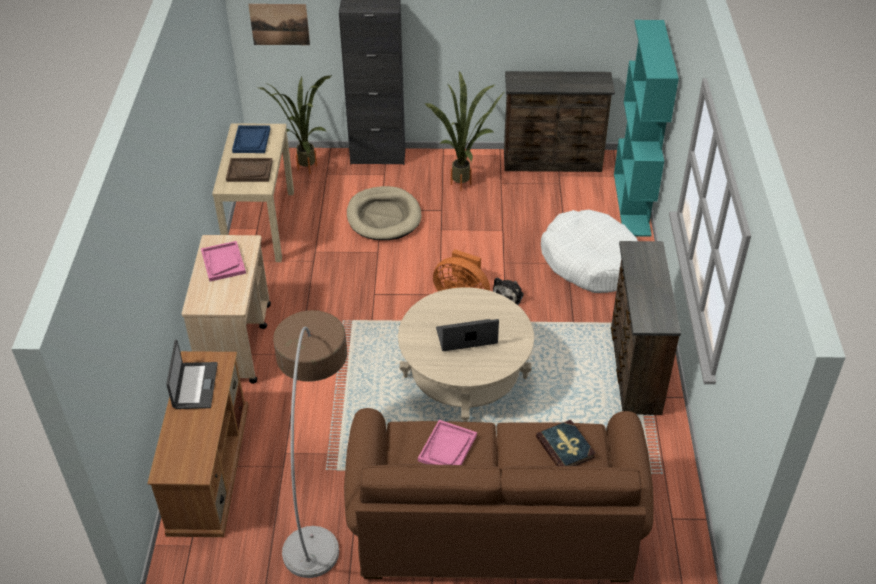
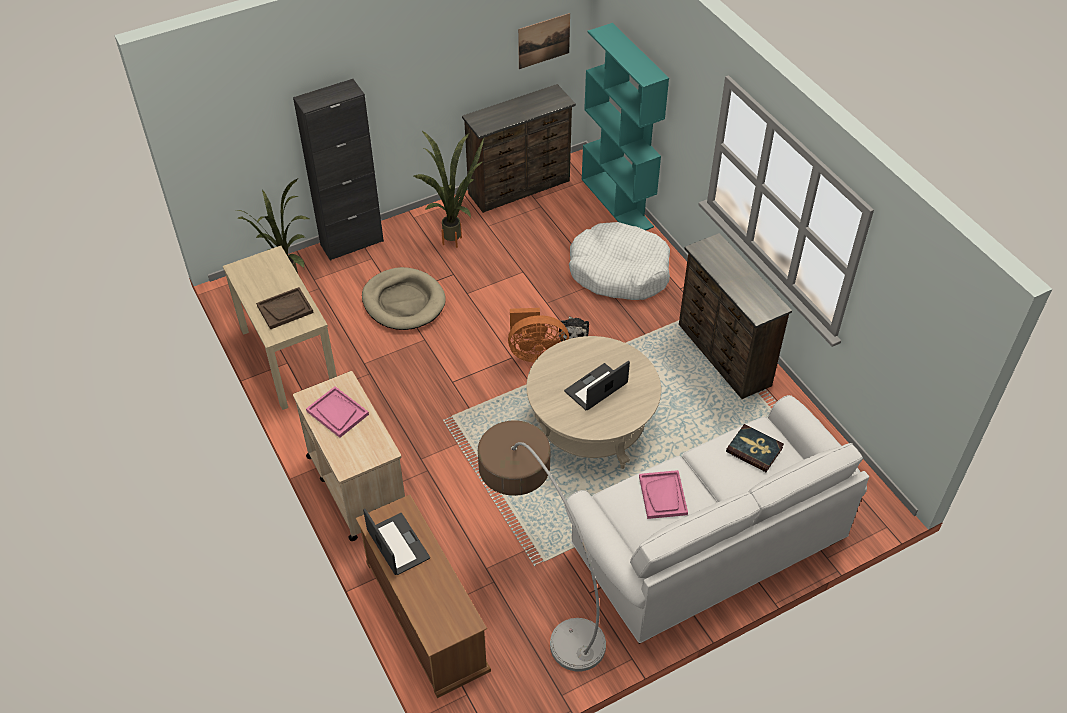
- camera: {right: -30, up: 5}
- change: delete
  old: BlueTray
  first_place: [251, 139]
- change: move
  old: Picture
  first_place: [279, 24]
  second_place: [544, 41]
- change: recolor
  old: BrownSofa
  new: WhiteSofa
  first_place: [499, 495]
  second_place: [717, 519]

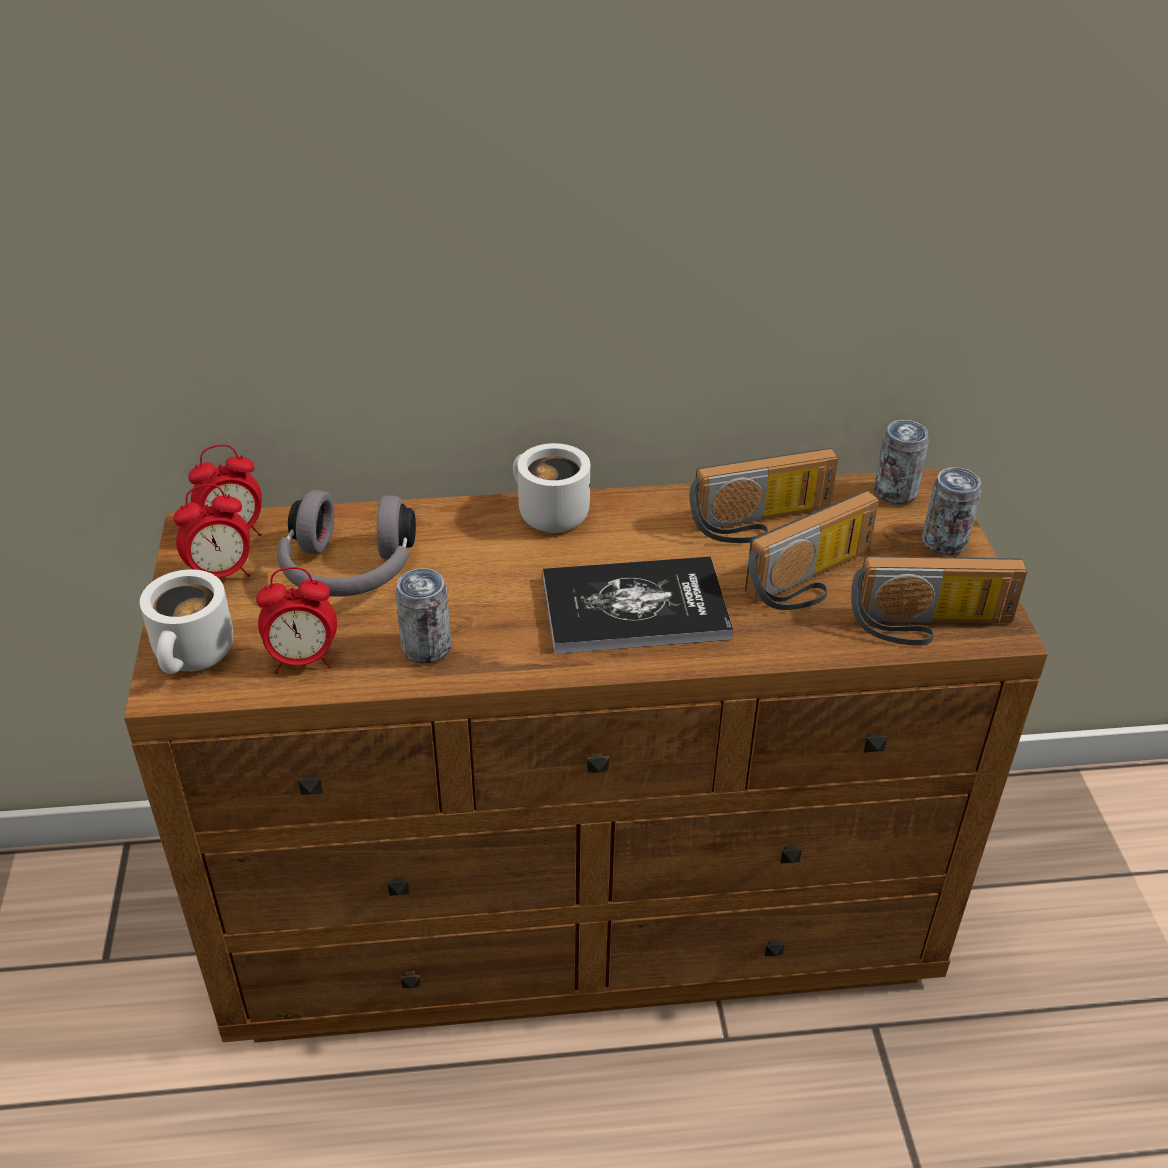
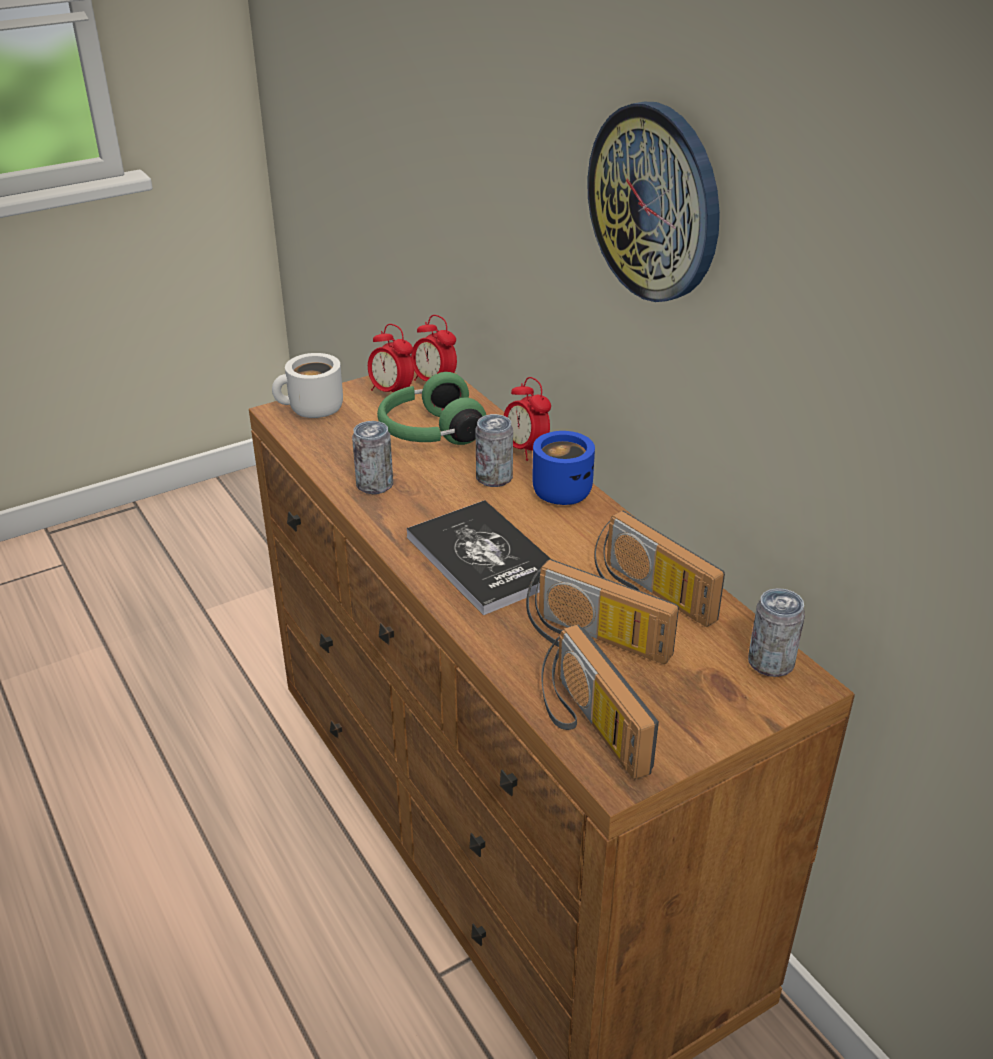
- camera: {right: 65, up: -5}
- change: insert
  new: WallClock
  second_place: [653, 202]
- change: move
  old: AlarmClock
  first_place: [296, 620]
  second_place: [527, 419]
- change: move
  old: Can
  first_place: [951, 512]
  second_place: [494, 450]
- change: recolor
  old: GreyHeadphones
  new: GreenHeadphones
  first_place: [346, 543]
  second_place: [431, 408]
- change: recolor
  old: WhiteMug
  new: BlueMug
  first_place: [551, 488]
  second_place: [563, 468]

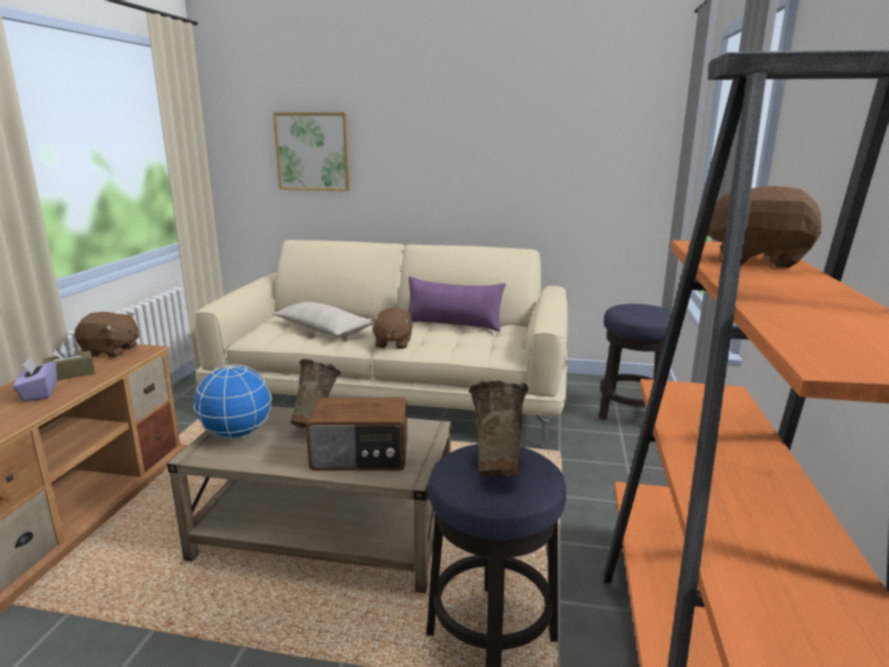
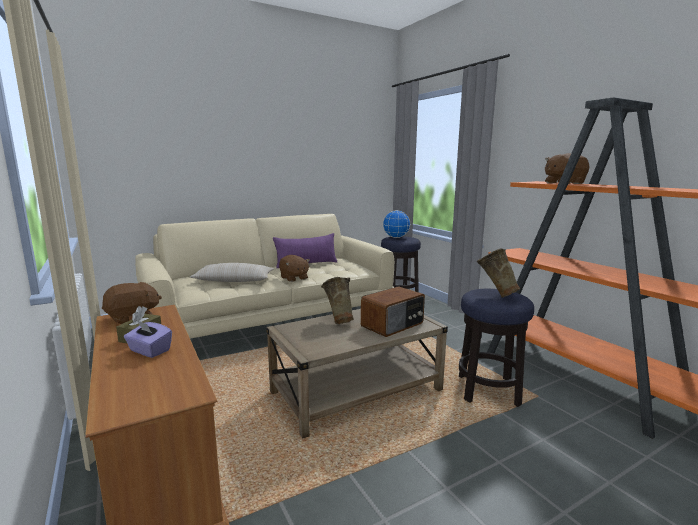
- camera: {right: -40, up: -5}
- change: delete
  old: Picture
  first_place: [312, 151]
- change: move
  old: Globe
  first_place: [233, 402]
  second_place: [397, 224]

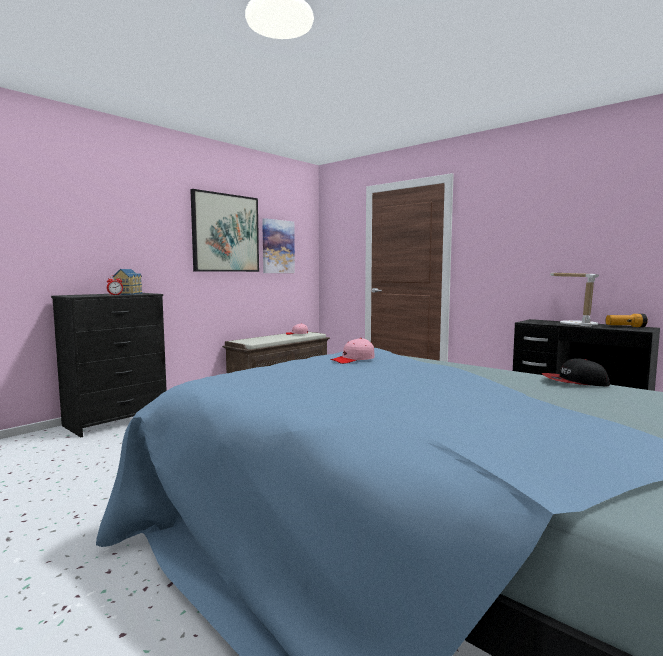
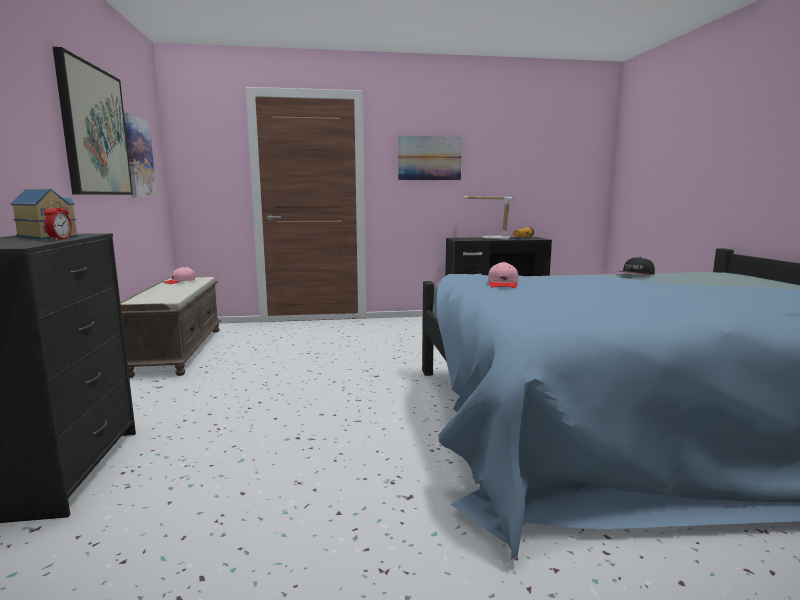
- camera: {right: -50, up: 5}
- change: insert
  new: Picture
  second_place: [430, 158]

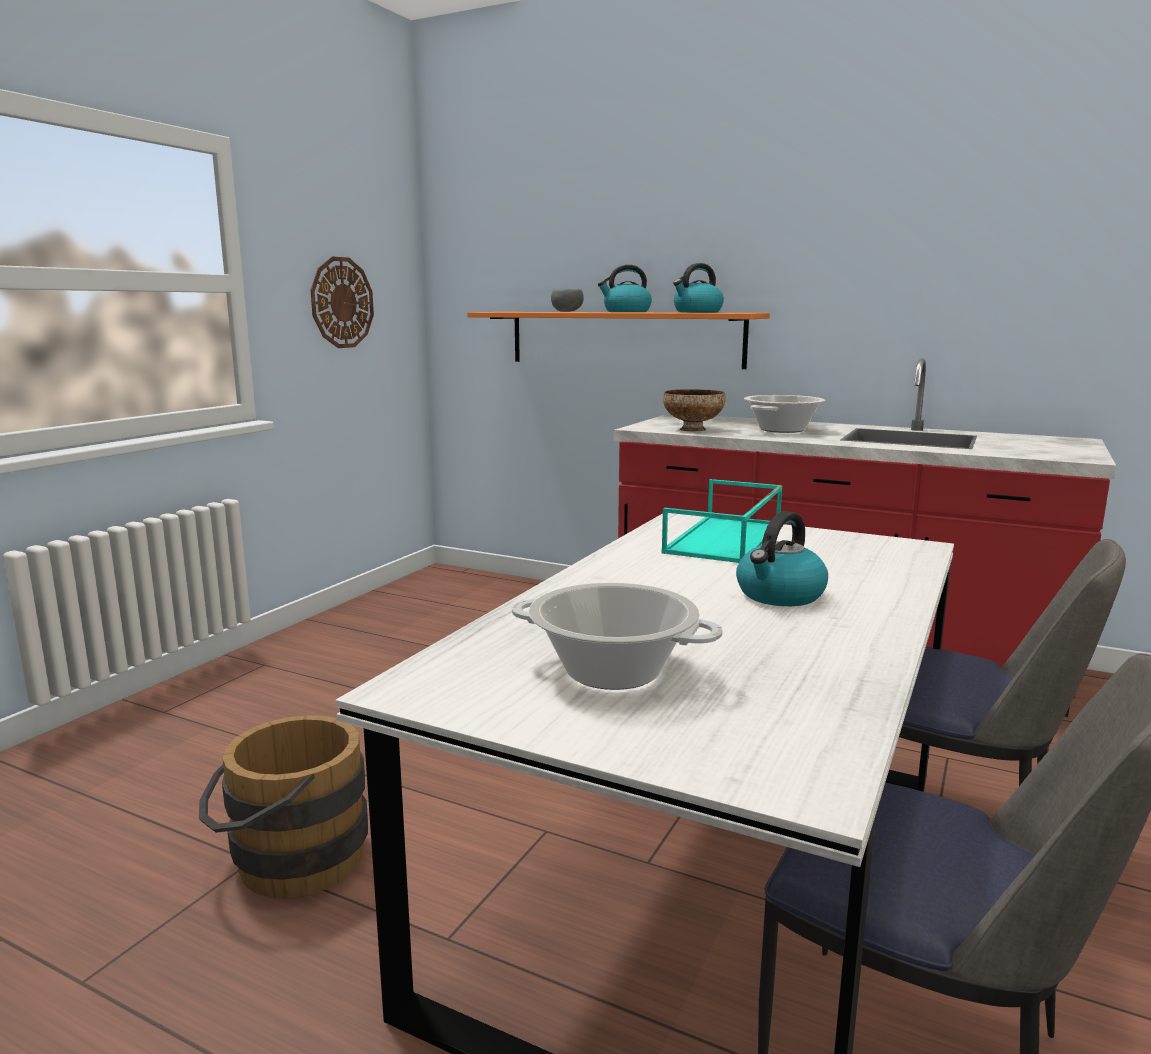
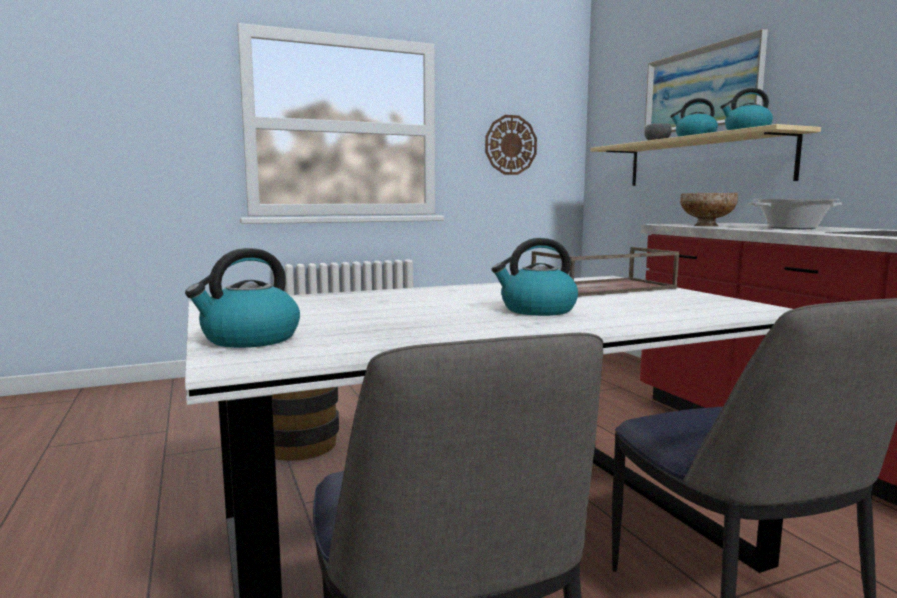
- camera: {right: 40, up: -5}
- change: delete
  old: CookingPot
  first_place: [617, 636]
- change: insert
  new: Kettle
  second_place: [242, 298]
- change: insert
  new: Picture
  second_place: [706, 82]
- change: recolor
  old: OrangeShelf
  new: BeigeShelf
  first_place: [618, 340]
  second_place: [705, 155]
- change: recolor
  old: TurquoiseTray
  new: BrownTray
  first_place: [721, 521]
  second_place: [606, 272]

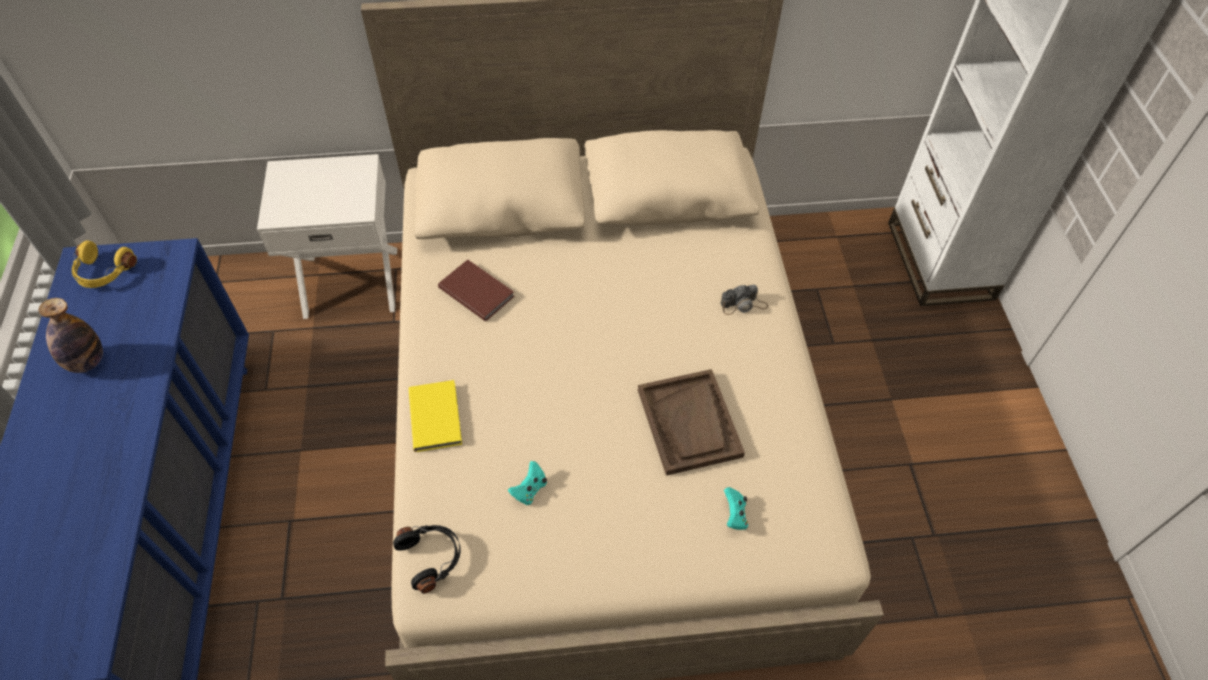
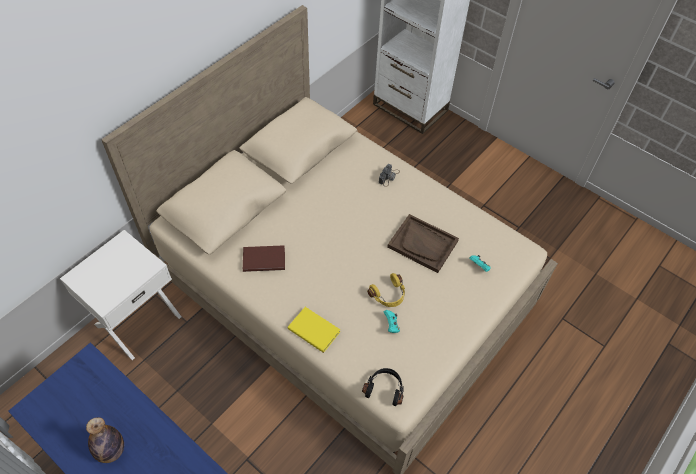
- camera: {right: -45, up: 0}
- change: move
  old: YellowHeadphones
  first_place: [104, 264]
  second_place: [386, 290]

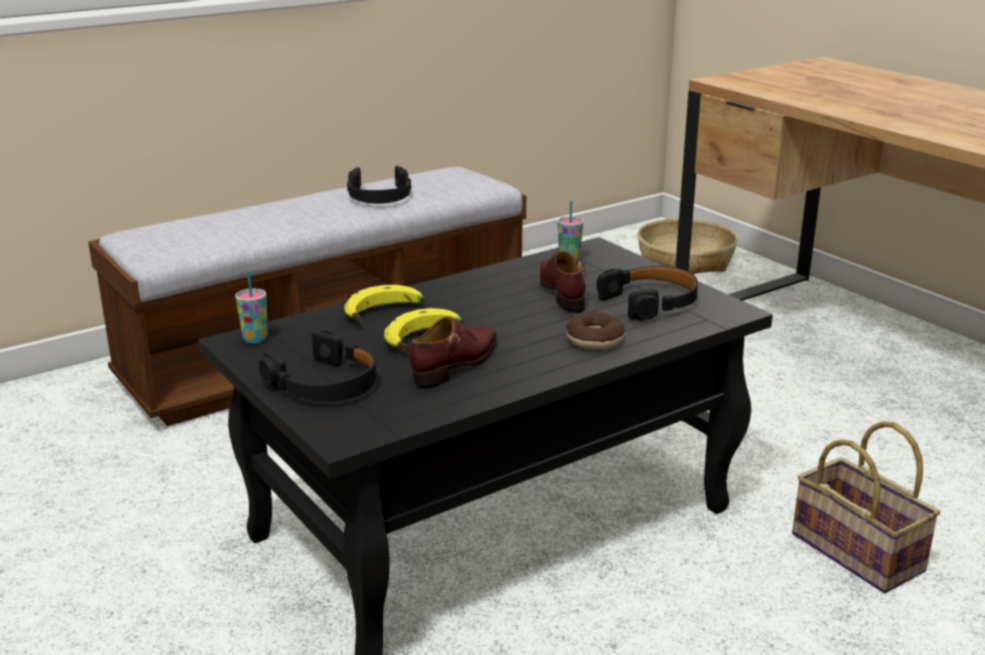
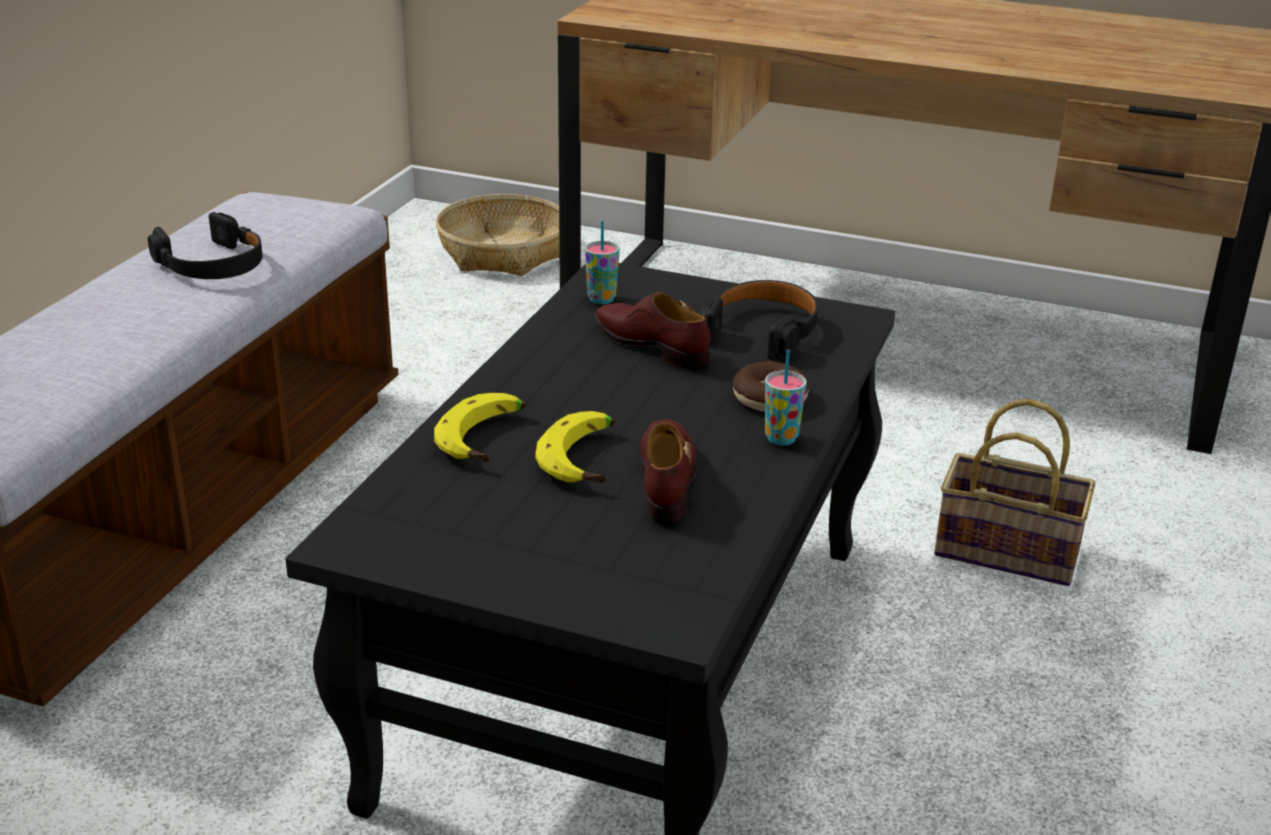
- camera: {right: -35, up: 5}
- change: delete
  old: BlackHeadphones
  first_place: [317, 366]
- change: move
  old: Cup
  first_place: [251, 307]
  second_place: [786, 397]

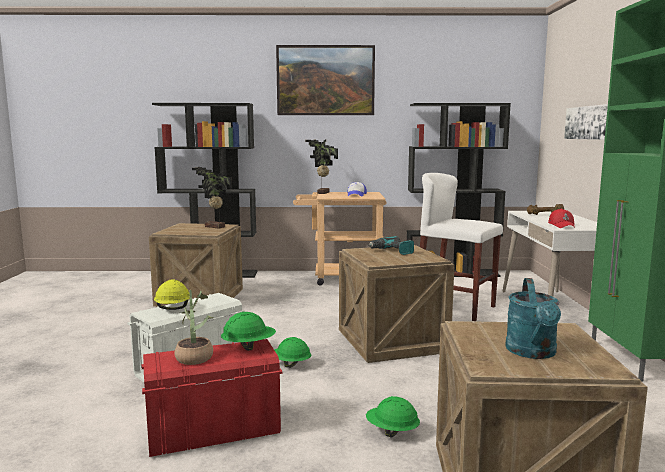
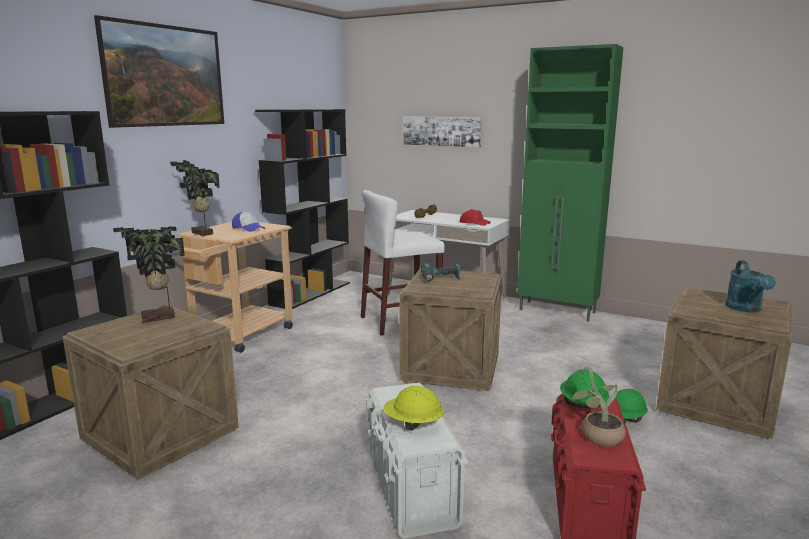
- camera: {right: -60, up: 5}
- change: delete
  old: GreenHardHat
  first_place: [292, 352]
- change: rotate
  old: TurquoiseWateringCan
  first_place: [533, 318]
  second_place: [750, 286]
  degrees: 60

